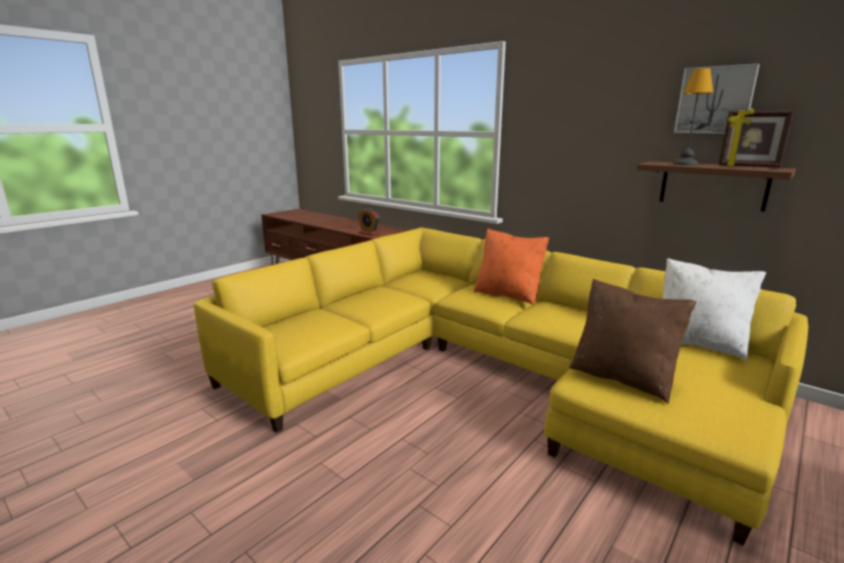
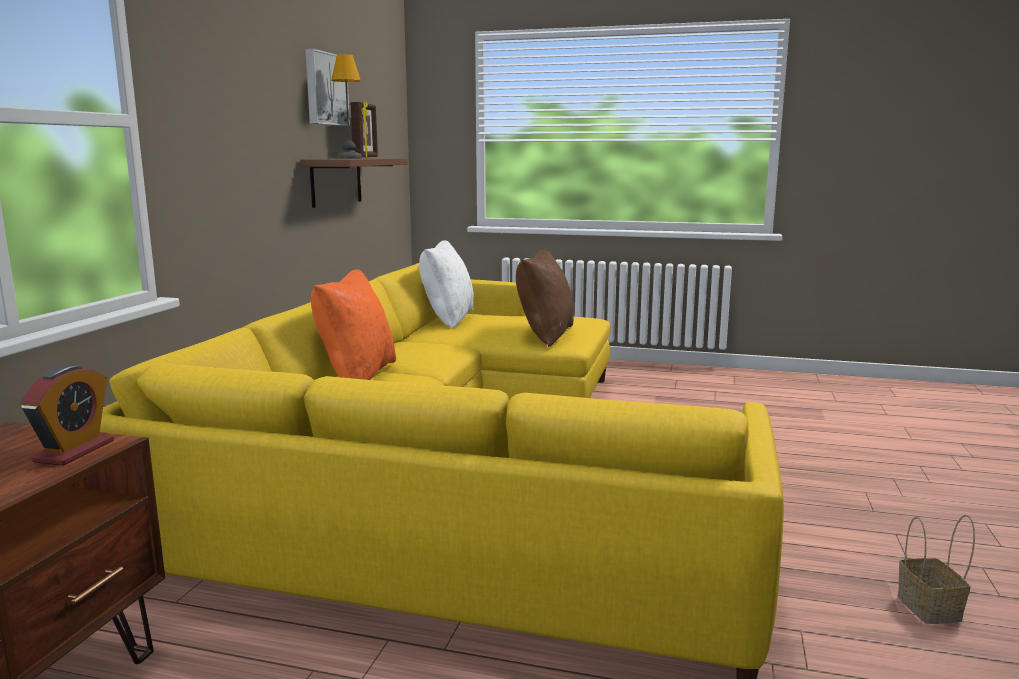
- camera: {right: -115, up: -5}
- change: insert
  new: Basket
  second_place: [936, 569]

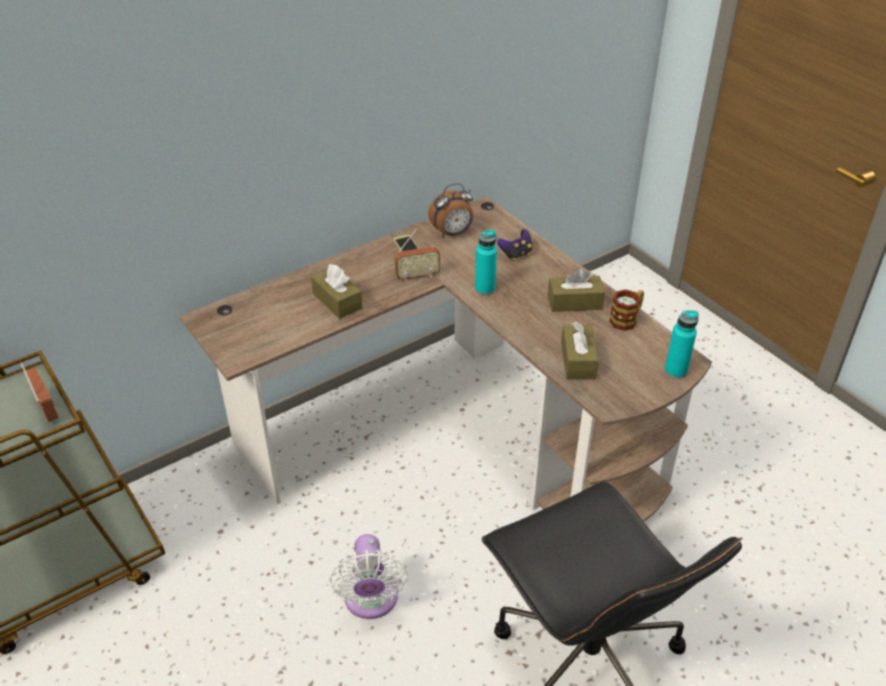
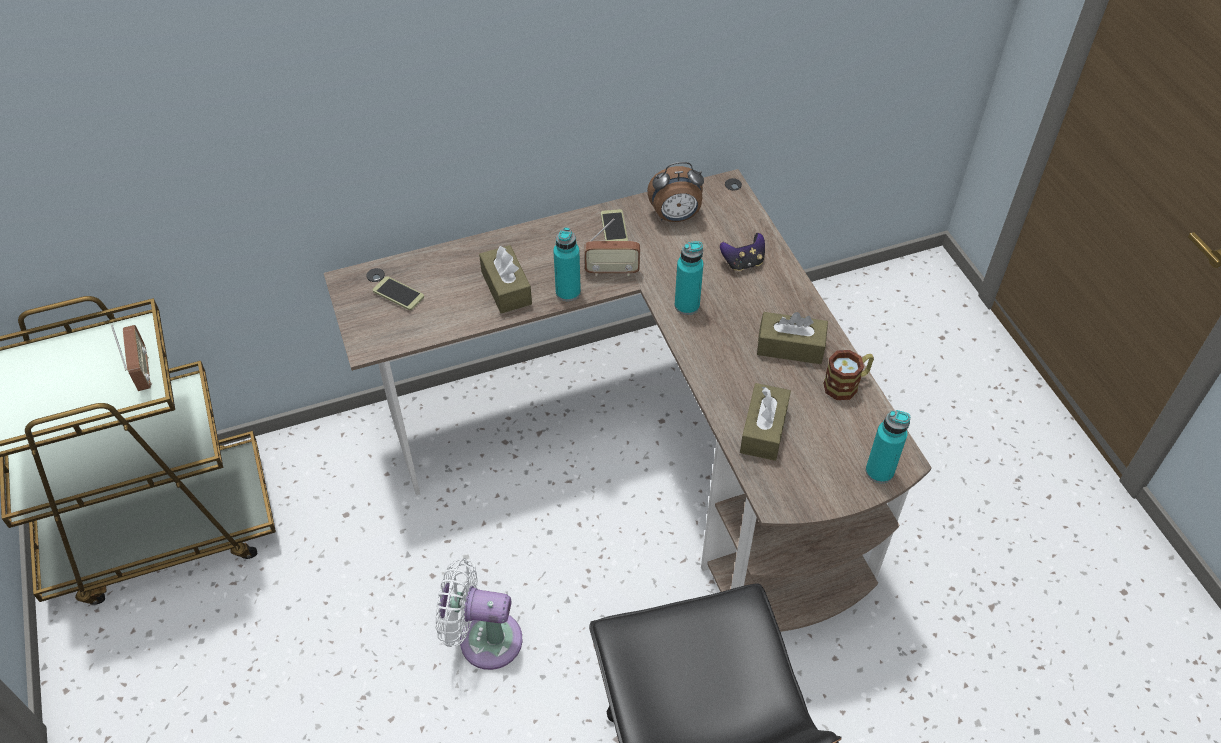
- camera: {right: 15, up: 10}
- change: insert
  new: Phone
  second_place: [398, 293]
- change: insert
  new: TurquoiseBottle
  second_place: [567, 264]
- change: rotate
  old: WhiteFan
  first_place: [368, 576]
  second_place: [479, 614]
  degrees: 90

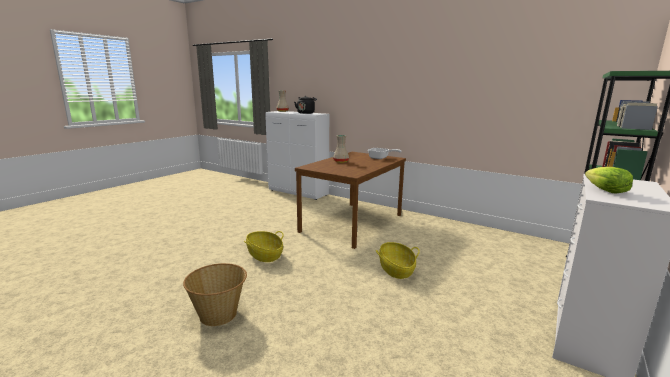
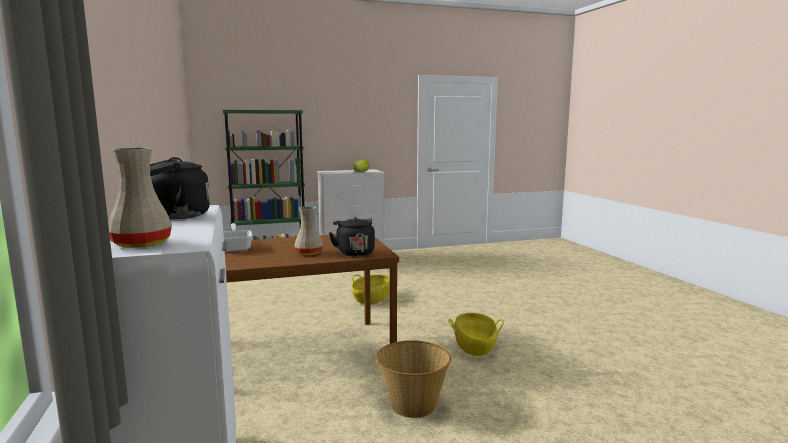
- camera: {right: -140, up: -5}
- change: insert
  new: BlackKettle
  second_place: [352, 237]
- change: move
  old: Basket
  first_place: [215, 294]
  second_place: [413, 379]

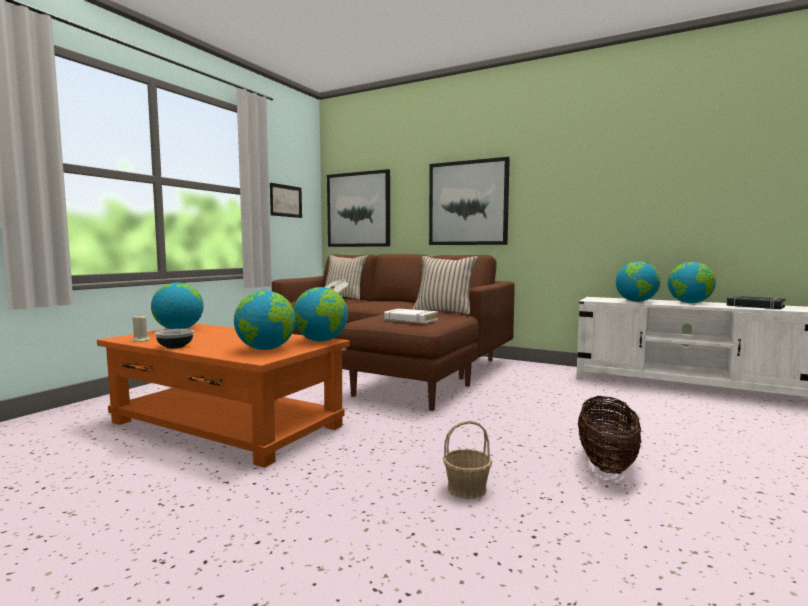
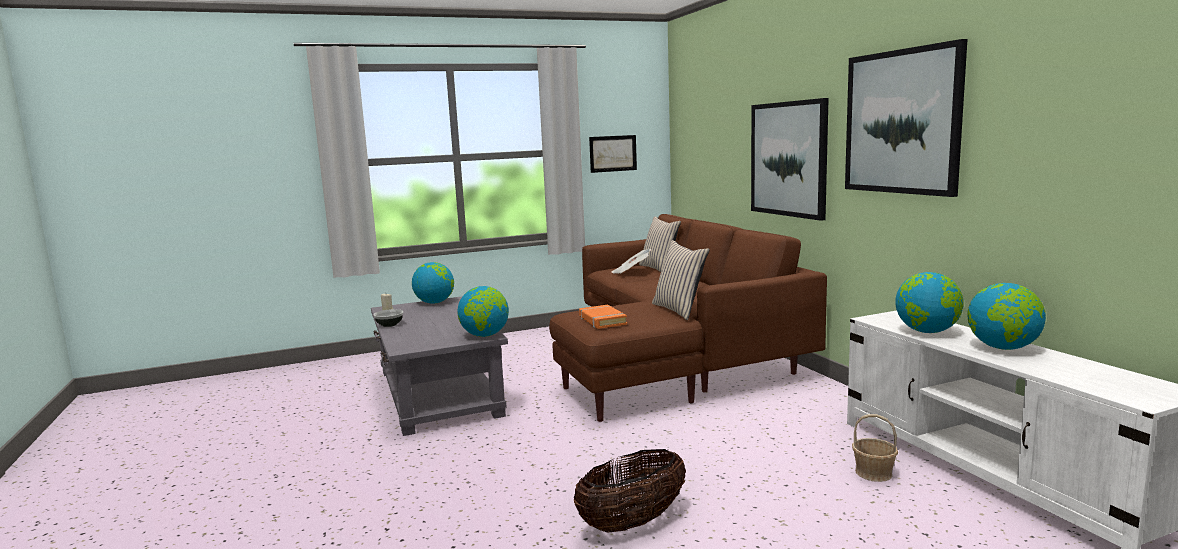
- camera: {right: 40, up: 5}
- change: delete
  old: Globe
  first_place: [265, 320]
- change: delete
  old: BlackBook
  first_place: [756, 302]
- change: move
  old: Picture
  first_place: [358, 208]
  second_place: [906, 118]
- change: move
  old: Basket
  first_place: [467, 459]
  second_place: [875, 448]
- change: recolor
  old: OrangeCoffeeTable
  new: GreyCoffeeTable
  first_place: [223, 396]
  second_place: [439, 366]
- change: recolor
  old: WhiteBook
  new: OrangeBook
  first_place: [411, 316]
  second_place: [603, 317]

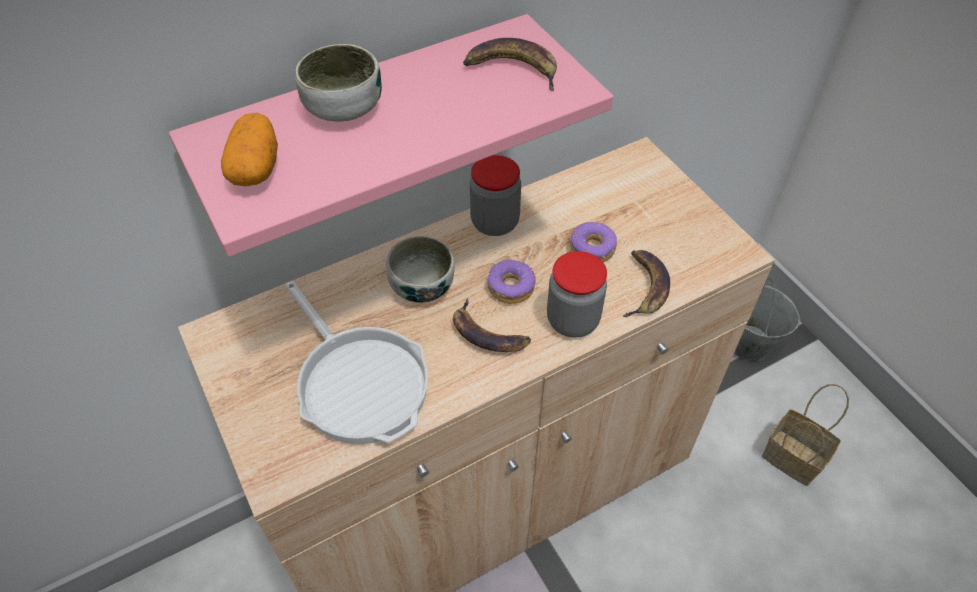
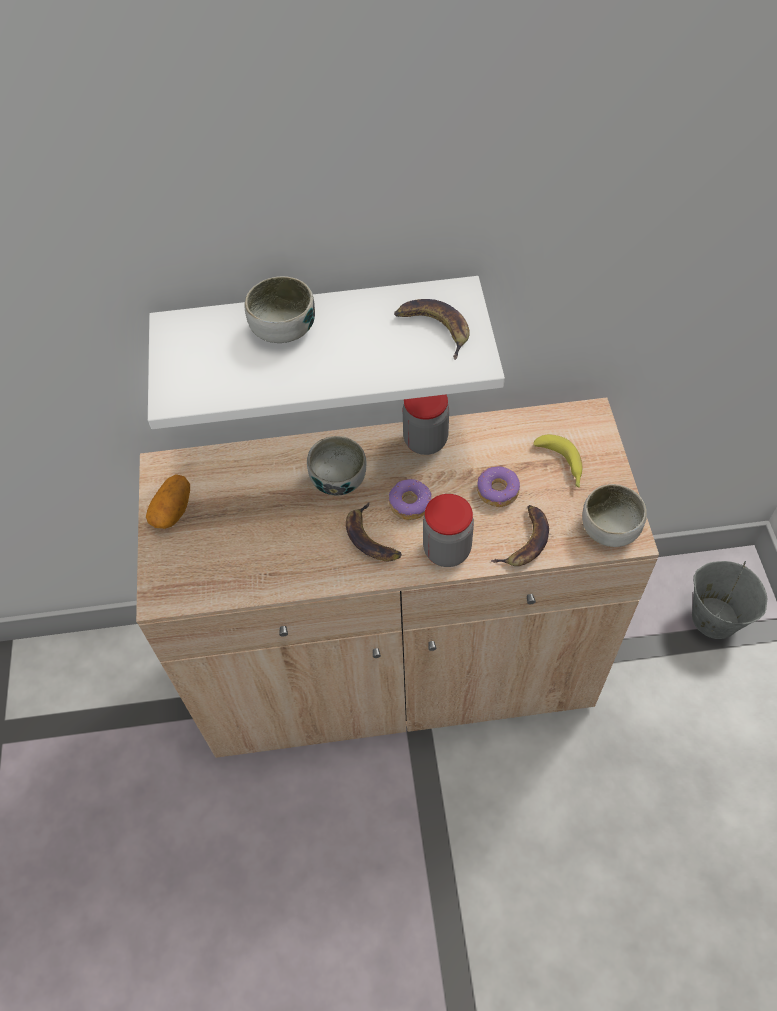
- camera: {right: 25, up: 5}
- change: delete
  old: FryingPan
  first_place: [356, 363]
- change: delete
  old: Basket
  first_place: [805, 435]
- change: insert
  new: Banana
  second_place: [557, 461]
- change: insert
  new: Bowl
  second_place: [614, 515]
- change: move
  old: Potato
  first_place: [249, 149]
  second_place: [168, 501]
- change: recolor
  old: PinkShelf
  new: WhiteShelf
  first_place: [391, 135]
  second_place: [326, 352]

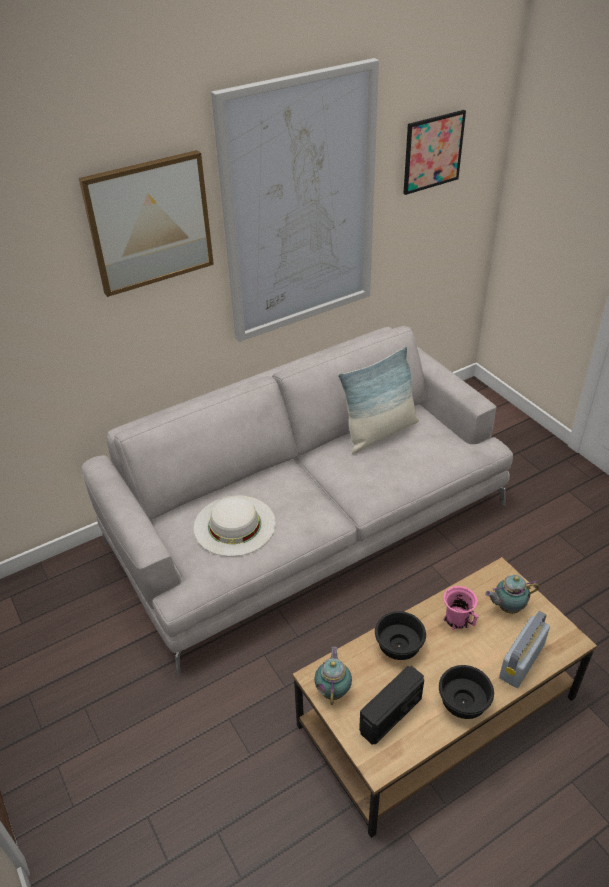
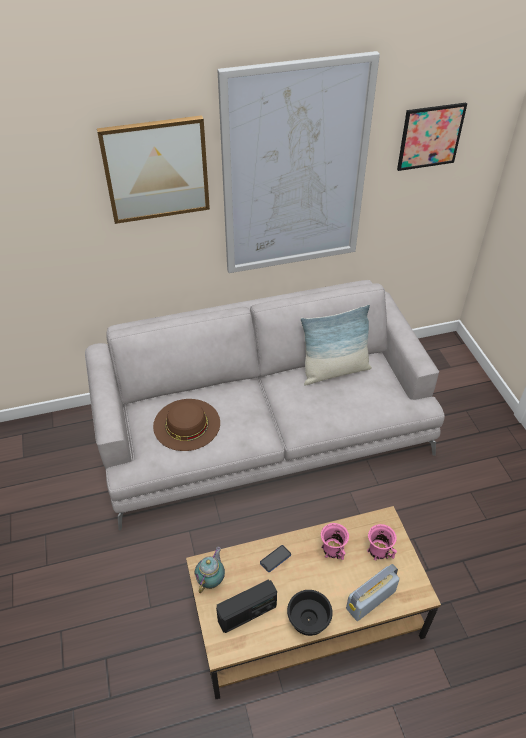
- camera: {right: 15, up: 5}
- change: replace
  old: BlackBowl
  new: Phone
  first_place: [400, 635]
  second_place: [275, 558]
- change: replace
  old: Teapot
  new: PinkMug
  first_place: [512, 594]
  second_place: [382, 542]
- change: recolor
  old: WhiteHat
  new: BrownHat
  first_place: [235, 526]
  second_place: [186, 425]

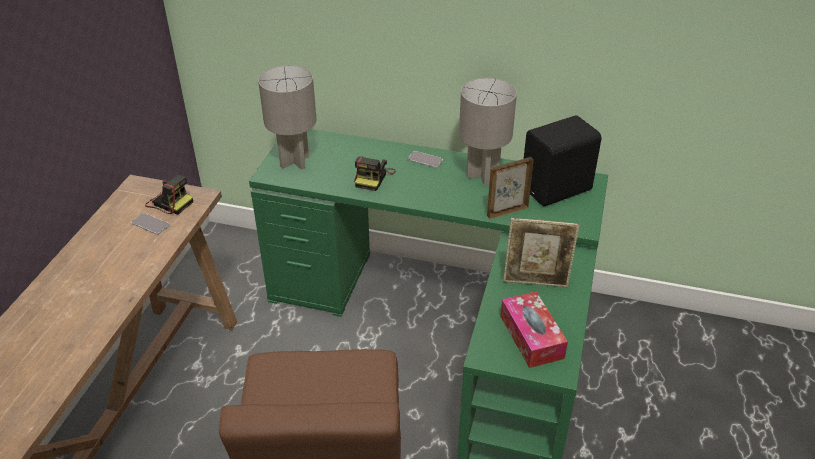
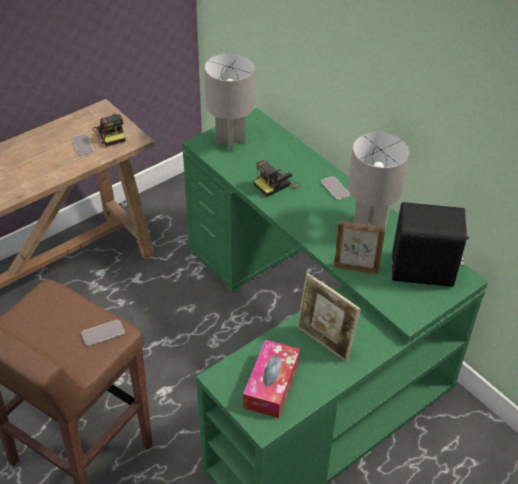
- camera: {right: 35, up: 5}
- change: insert
  new: Phone
  second_place: [103, 333]

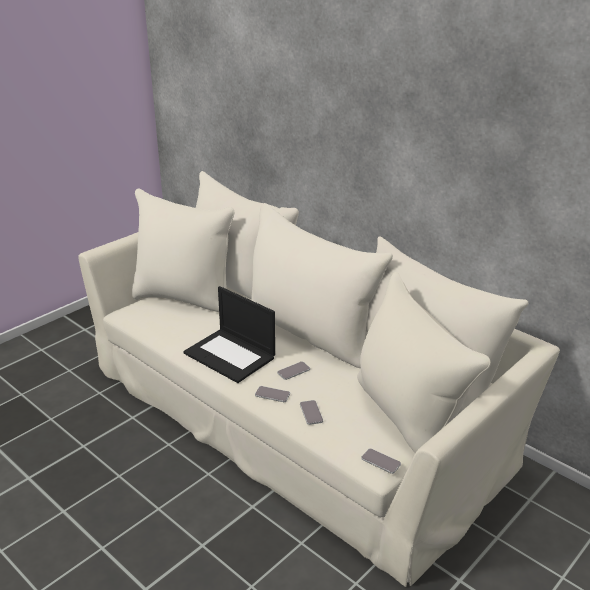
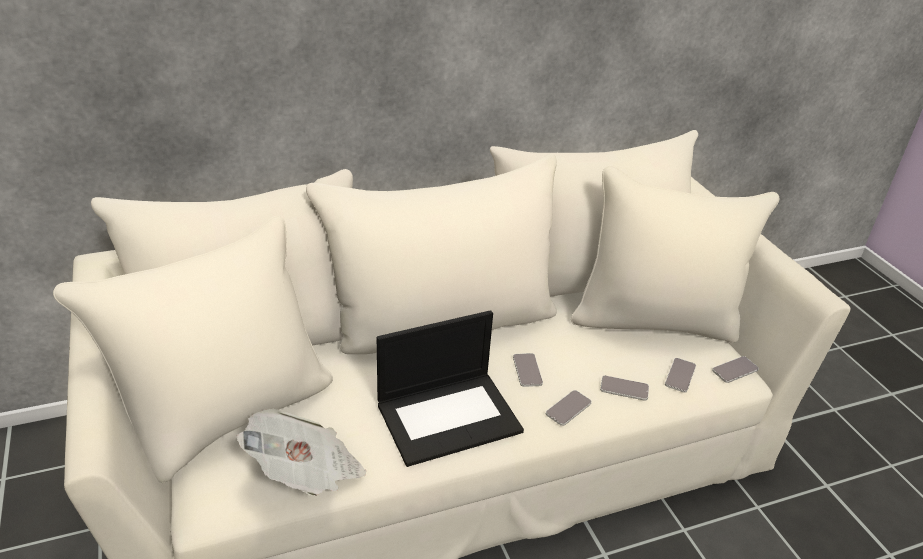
- camera: {right: -65, up: 5}
- change: insert
  new: Newspaper
  second_place: [301, 452]
- change: insert
  new: Phone
  second_place: [680, 375]

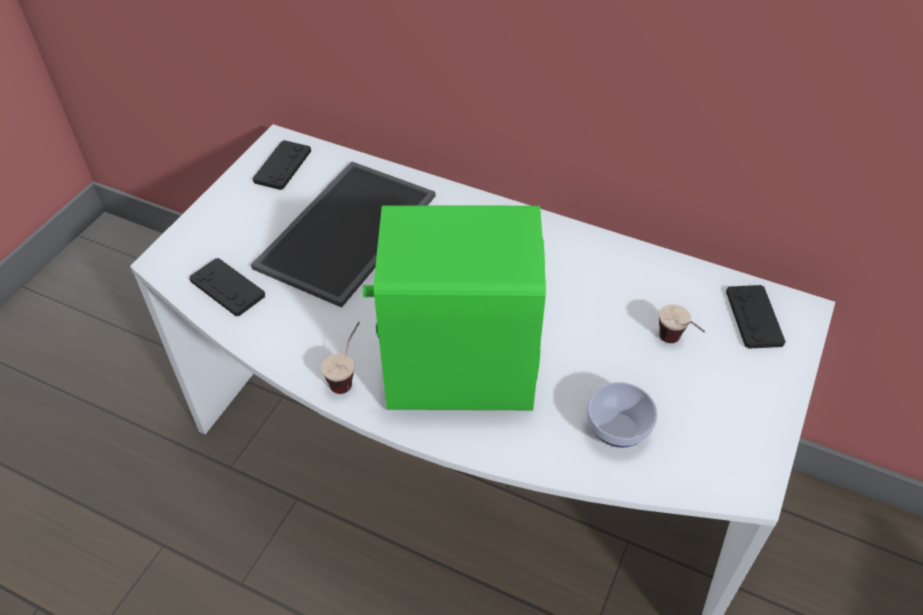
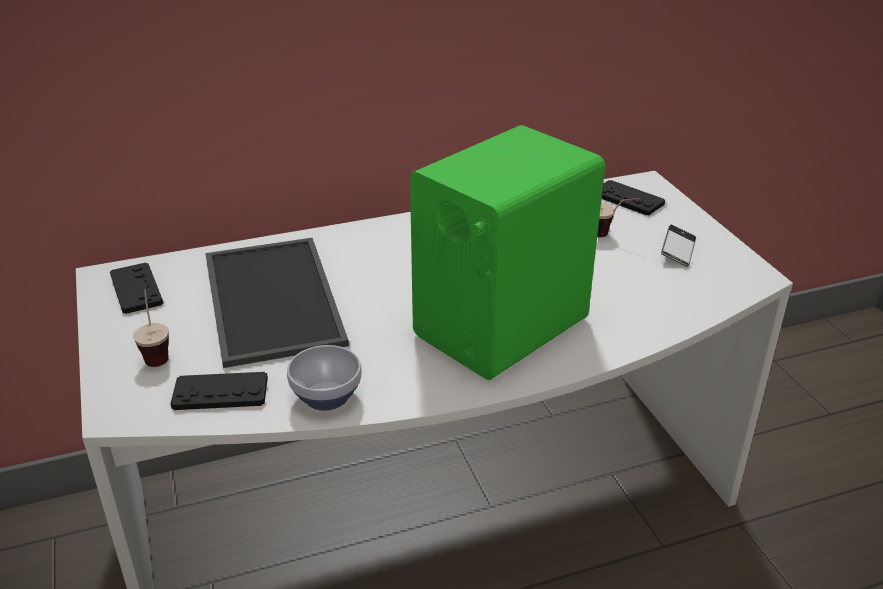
- camera: {right: -45, up: -15}
- change: insert
  new: Phone
  second_place: [678, 245]
- change: move
  old: Cup
  first_place: [340, 358]
  second_place: [151, 328]
- change: move
  old: Bowl
  first_place: [622, 415]
  second_place: [324, 378]

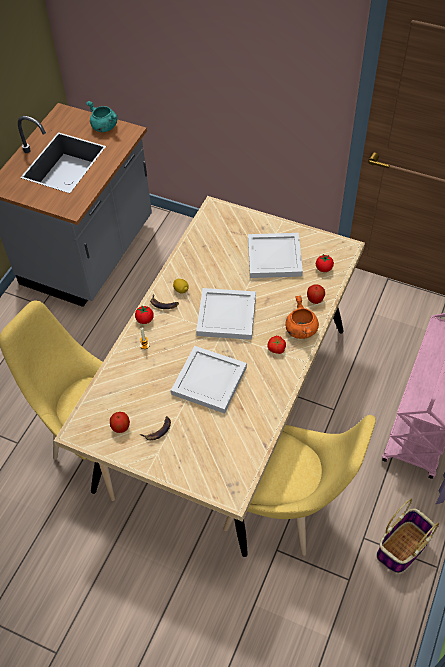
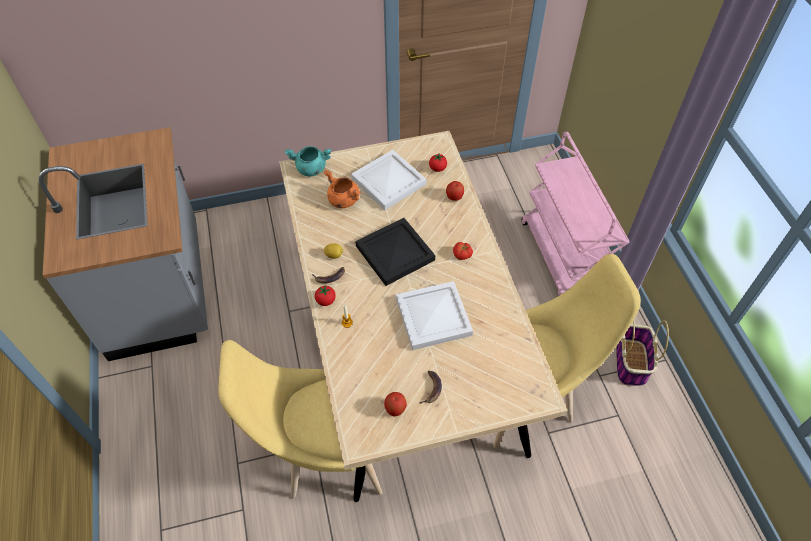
- camera: {right: -40, up: 0}
- change: move
  old: TurquoiseCookingPot
  first_place: [101, 116]
  second_place: [308, 161]
- change: move
  old: OrangeCookingPot
  first_place: [302, 317]
  second_place: [342, 189]
- change: recolor
  old: WhiteTray
  new: BlackTray
  first_place: [226, 314]
  second_place: [395, 252]

